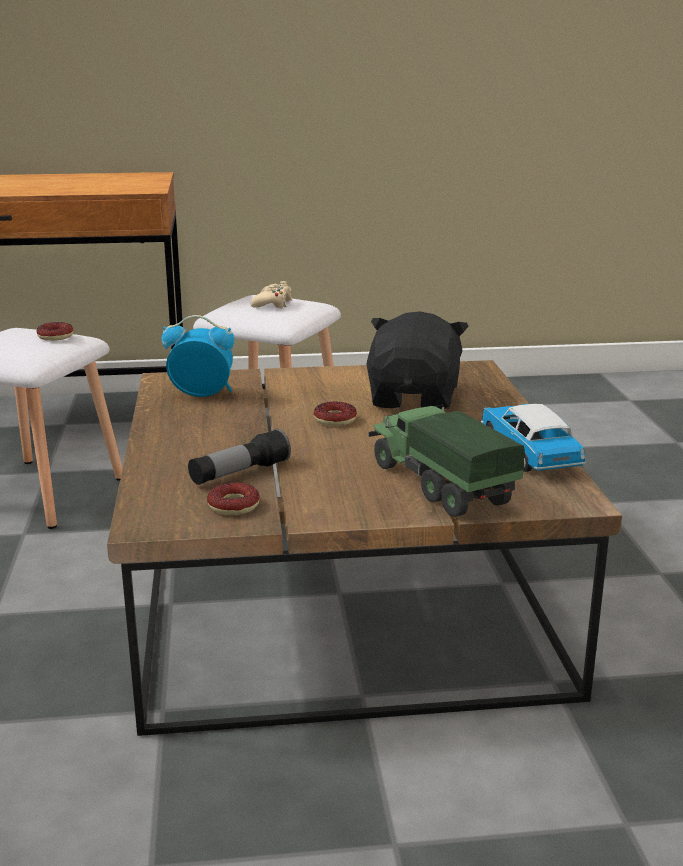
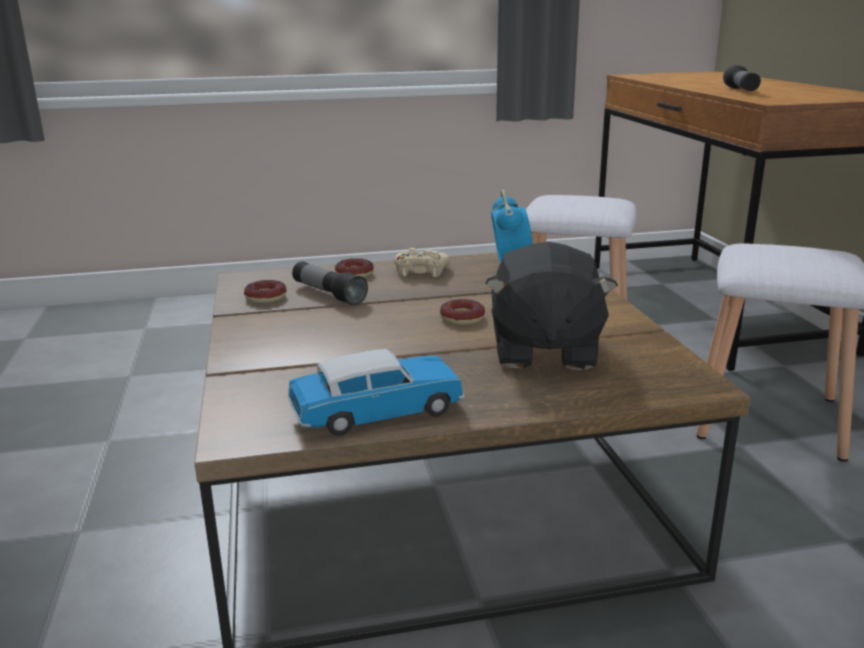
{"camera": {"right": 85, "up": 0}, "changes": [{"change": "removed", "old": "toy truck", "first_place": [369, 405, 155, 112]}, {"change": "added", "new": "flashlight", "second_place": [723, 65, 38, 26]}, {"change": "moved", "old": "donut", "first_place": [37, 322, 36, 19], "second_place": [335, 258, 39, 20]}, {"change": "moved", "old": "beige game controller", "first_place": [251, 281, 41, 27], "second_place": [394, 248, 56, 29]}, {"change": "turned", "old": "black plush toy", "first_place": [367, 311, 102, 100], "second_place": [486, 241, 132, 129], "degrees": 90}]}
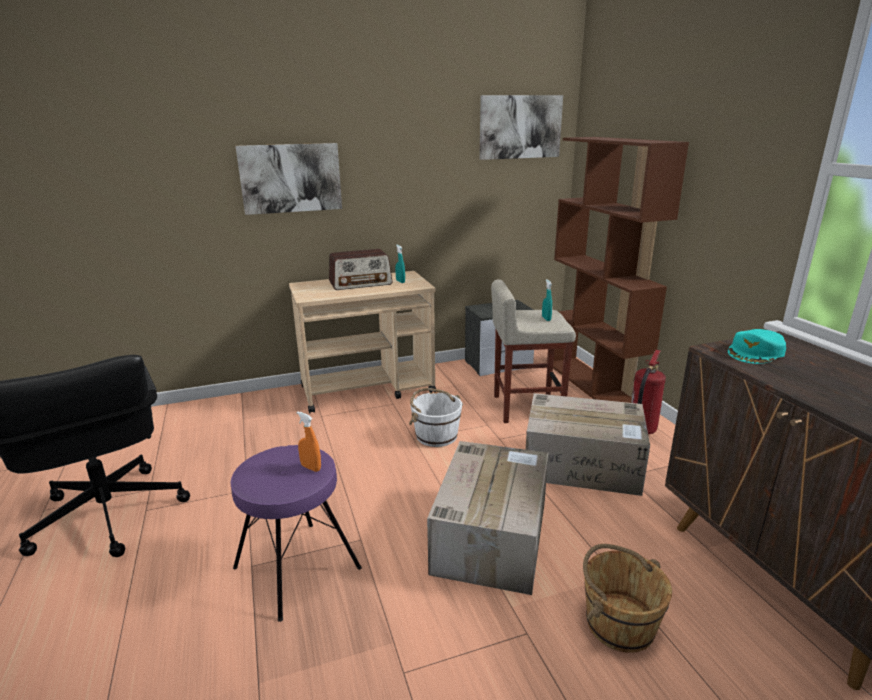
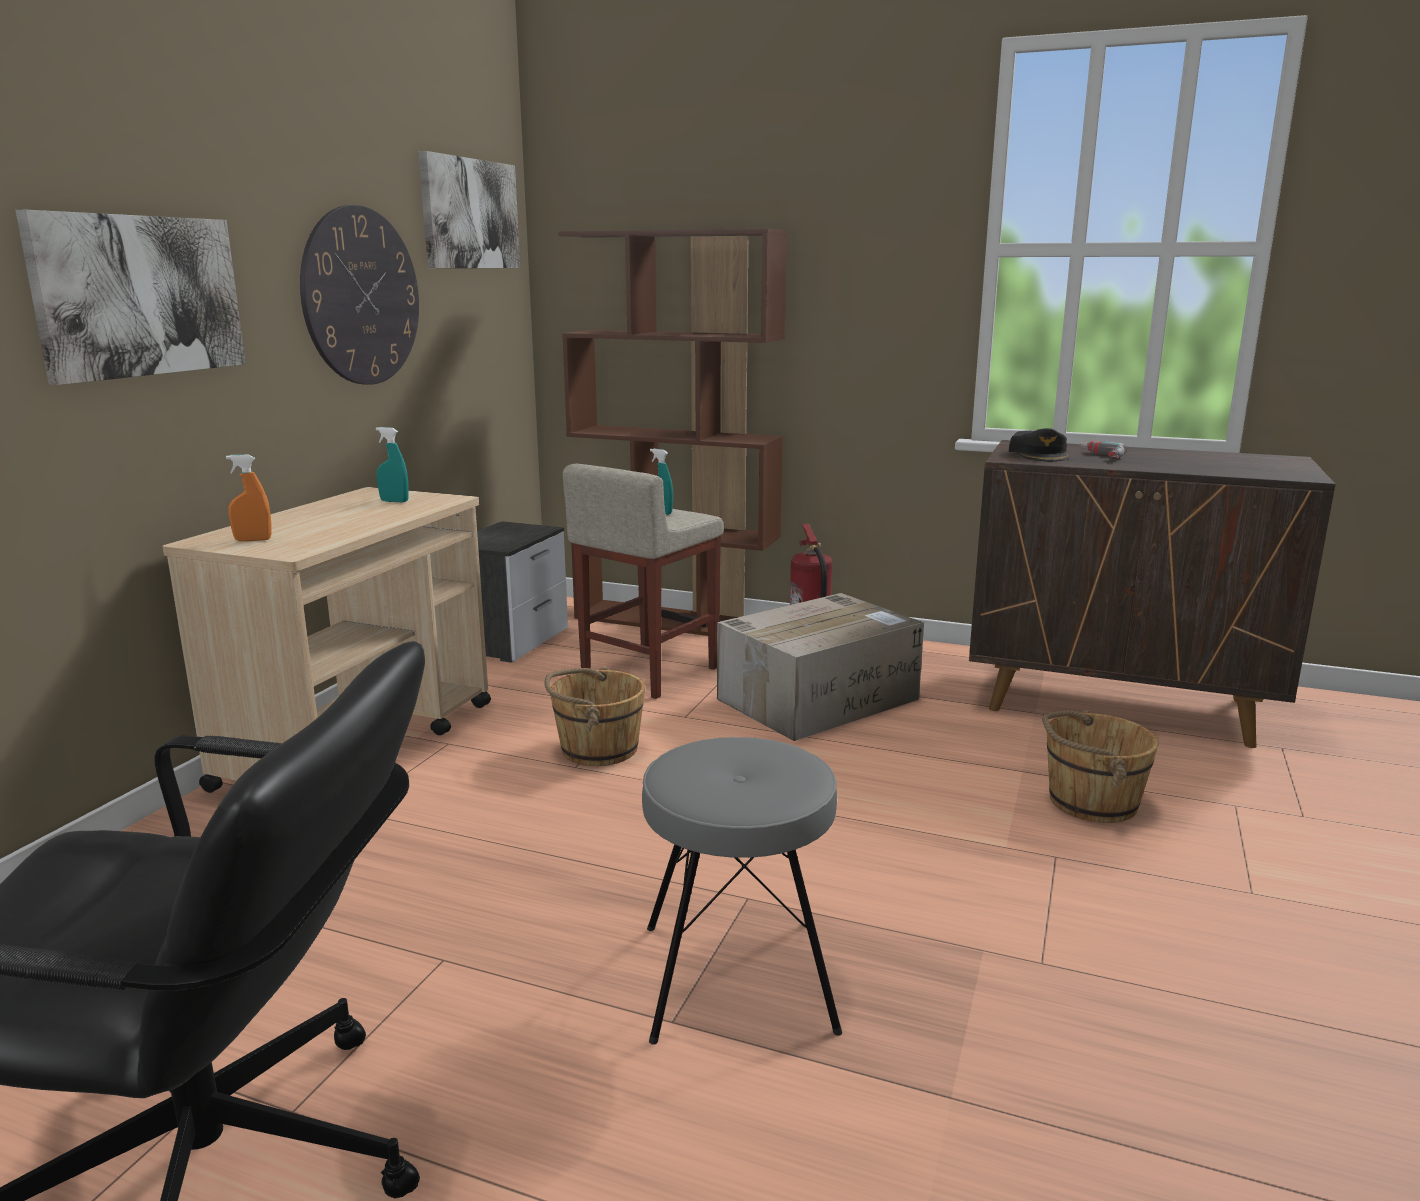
{"camera": {"right": -50, "up": -5}, "changes": [{"change": "removed", "old": "radio", "first_place": [329, 249, 64, 41]}, {"change": "removed", "old": "cardboard box", "first_place": [427, 441, 121, 154]}, {"change": "added", "new": "wall clock", "second_place": [300, 205, 119, 180]}, {"change": "added", "new": "power drill", "second_place": [1079, 440, 48, 19]}, {"change": "moved", "old": "orange spray bottle", "first_place": [297, 411, 24, 61], "second_place": [226, 455, 46, 86]}, {"change": "recoloured", "old": "purple stool", "new": "grey stool", "first_place": [230, 445, 132, 177], "second_place": [642, 737, 200, 308]}, {"change": "recoloured", "old": "white bucket", "new": "brown bucket", "first_place": [409, 388, 54, 59], "second_place": [544, 667, 101, 99]}, {"change": "recoloured", "old": "turquoise cap", "new": "black cap", "first_place": [728, 329, 58, 35], "second_place": [1009, 428, 60, 33]}]}
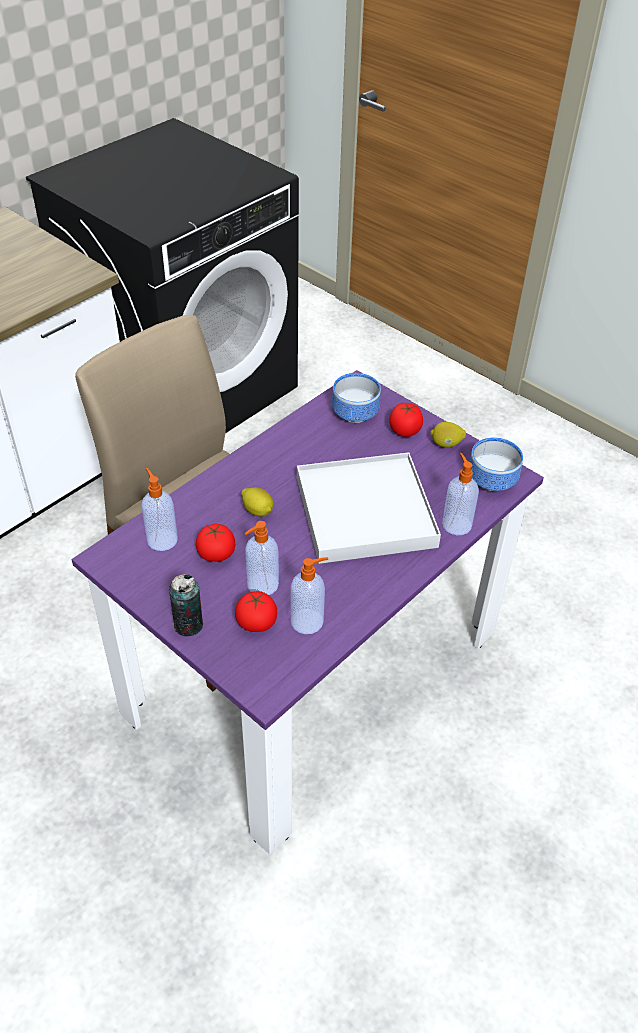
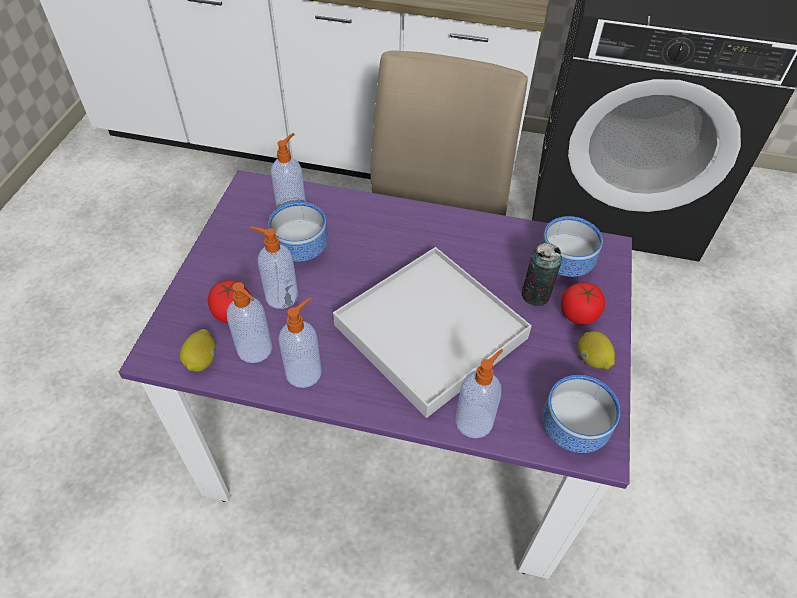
{"camera": {"right": 60, "up": 5}, "changes": [{"change": "added", "new": "soap dispenser", "second_place": [278, 298, 44, 90]}, {"change": "moved", "old": "can", "first_place": [169, 574, 34, 63], "second_place": [522, 243, 40, 63]}, {"change": "moved", "old": "lemon", "first_place": [241, 487, 32, 30], "second_place": [180, 329, 36, 43]}, {"change": "replaced", "old": "tomato", "new": "bowl", "first_place": [196, 524, 39, 38], "second_place": [268, 202, 60, 60]}]}
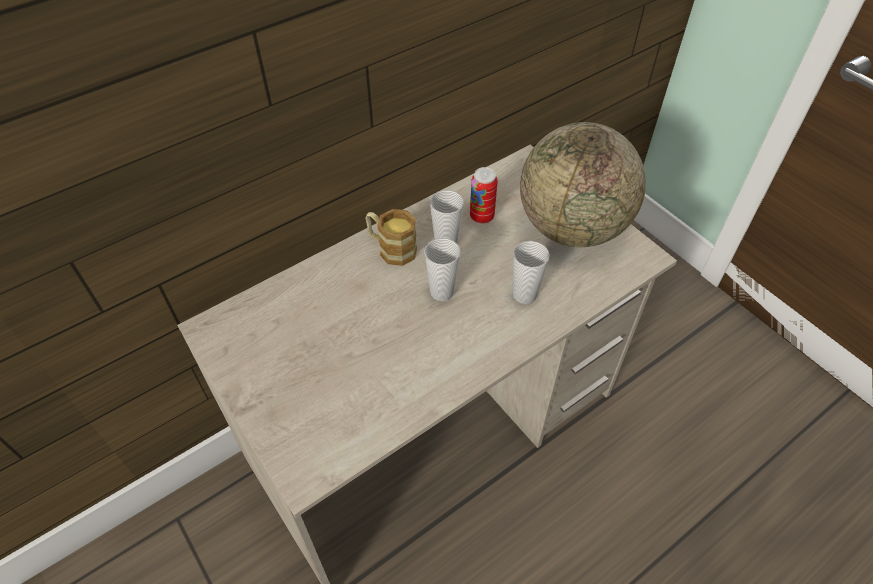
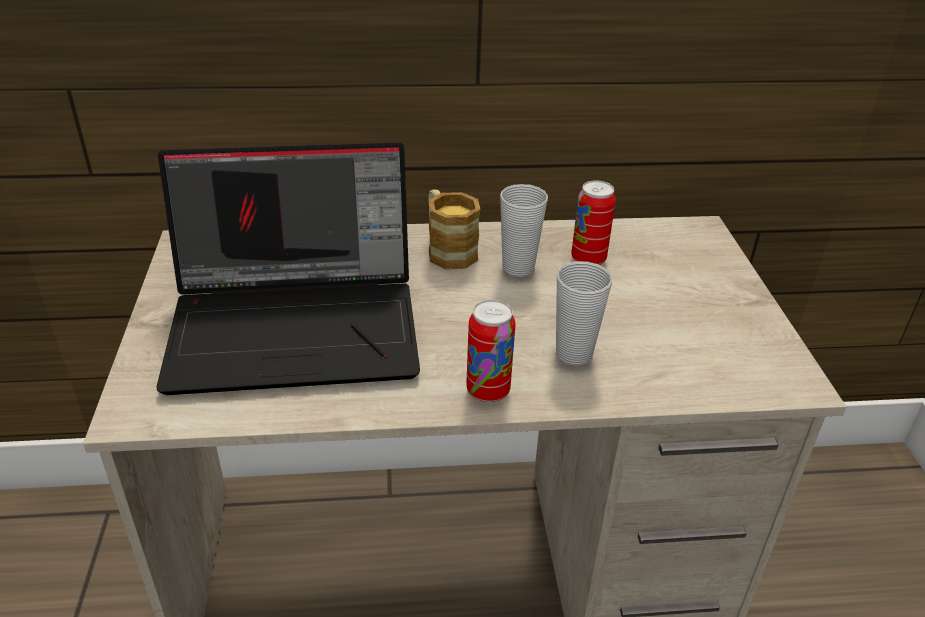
{"camera": {"right": 30, "up": -15}, "changes": [{"change": "removed", "old": "cup", "first_place": [424, 238, 37, 63]}, {"change": "removed", "old": "globe", "first_place": [520, 122, 126, 125]}, {"change": "added", "new": "laptop", "second_place": [157, 142, 263, 253]}, {"change": "added", "new": "can", "second_place": [466, 300, 50, 103]}]}
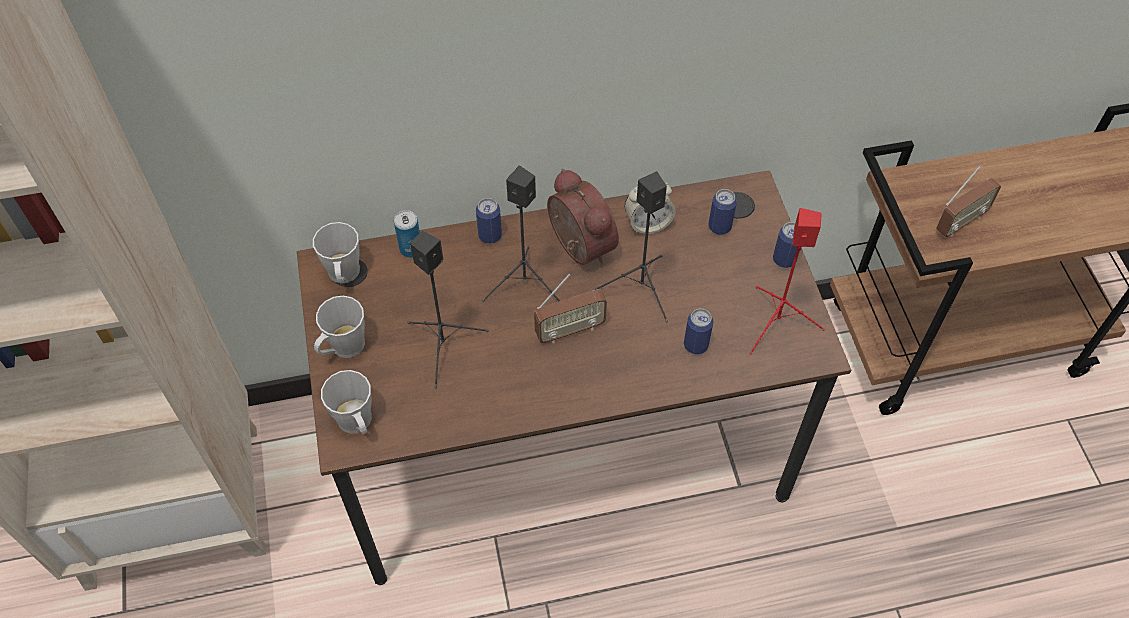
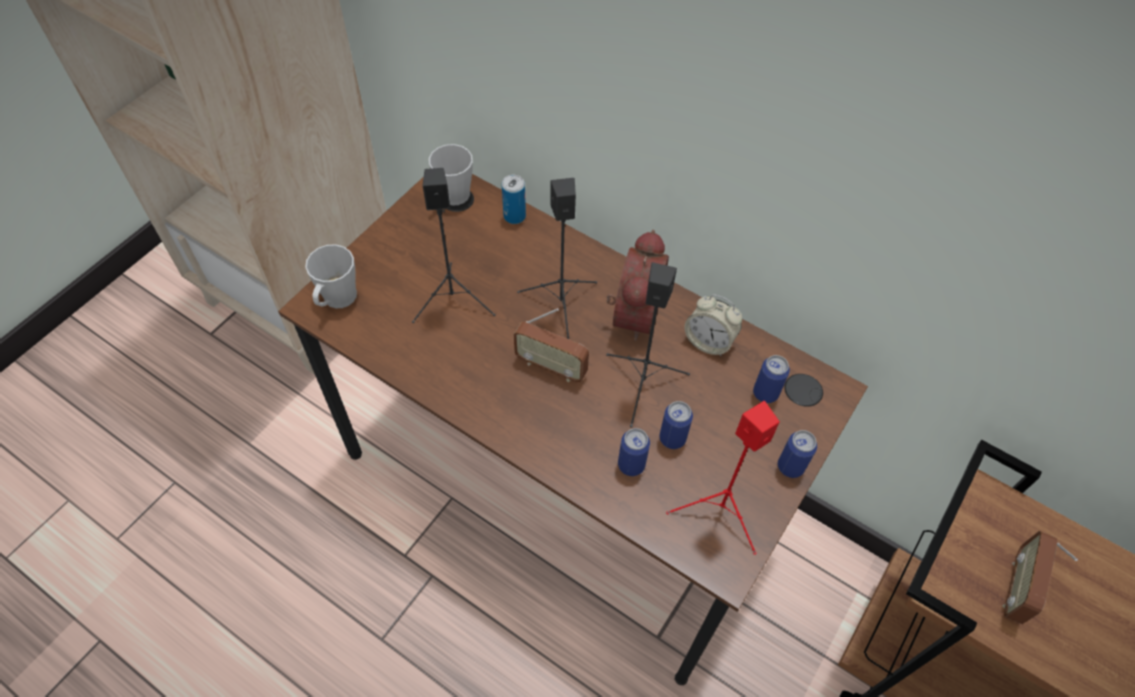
{"camera": {"right": 45, "up": 0}, "changes": [{"change": "removed", "old": "grey mug", "first_place": [314, 296, 51, 62]}, {"change": "moved", "old": "can", "first_place": [476, 198, 26, 46], "second_place": [659, 401, 34, 48]}, {"change": "turned", "old": "radio", "first_place": [936, 165, 65, 72], "second_place": [1002, 531, 76, 93], "degrees": 105}]}
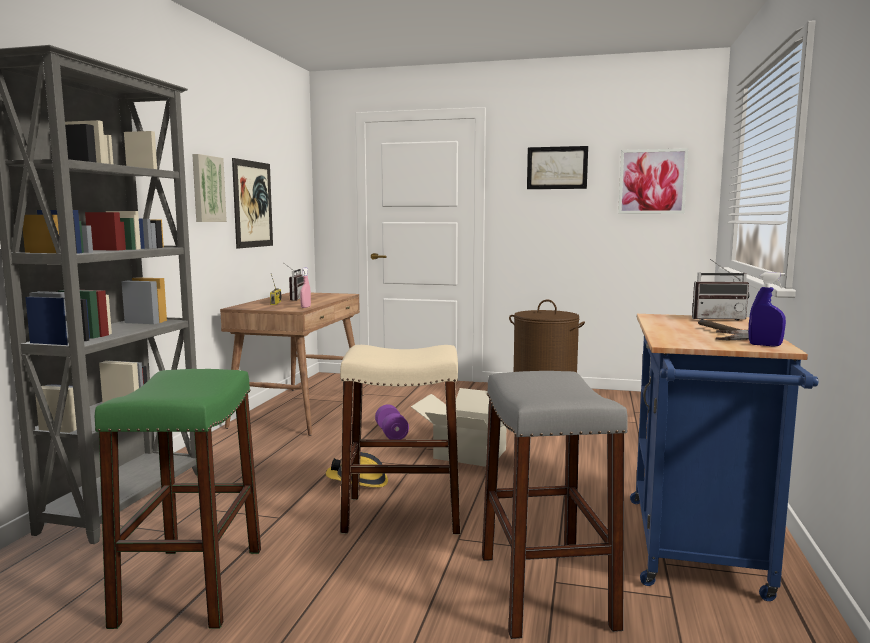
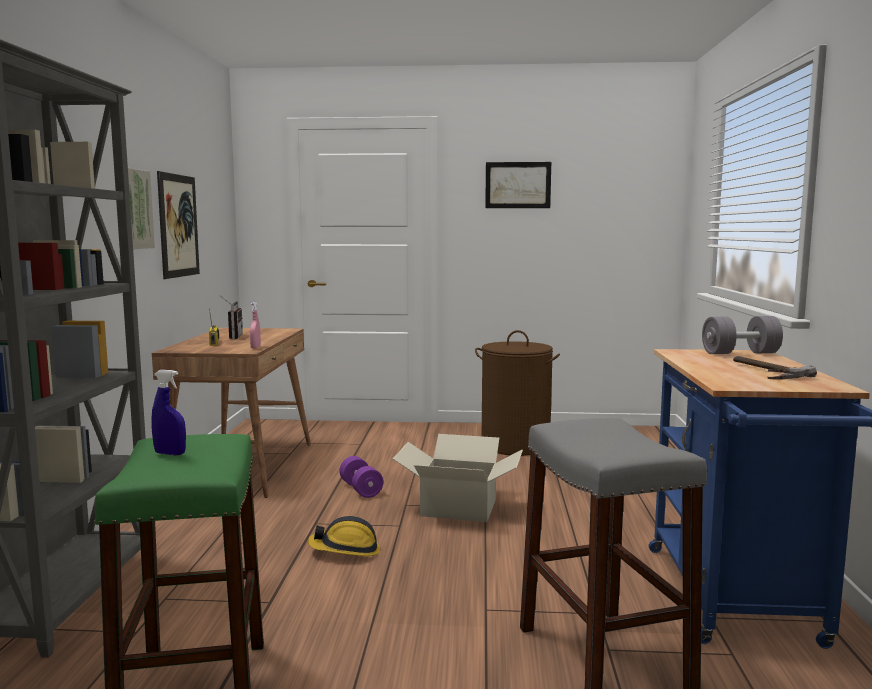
{"camera": {"right": -10, "up": 0}, "changes": [{"change": "removed", "old": "beige stool", "first_place": [340, 345, 121, 190]}, {"change": "removed", "old": "picture", "first_place": [618, 148, 70, 66]}, {"change": "moved", "old": "blue spray bottle", "first_place": [748, 272, 38, 75], "second_place": [151, 370, 35, 86]}, {"change": "replaced", "old": "radio", "new": "grey dumbbell", "first_place": [692, 259, 58, 62], "second_place": [702, 316, 81, 38]}]}
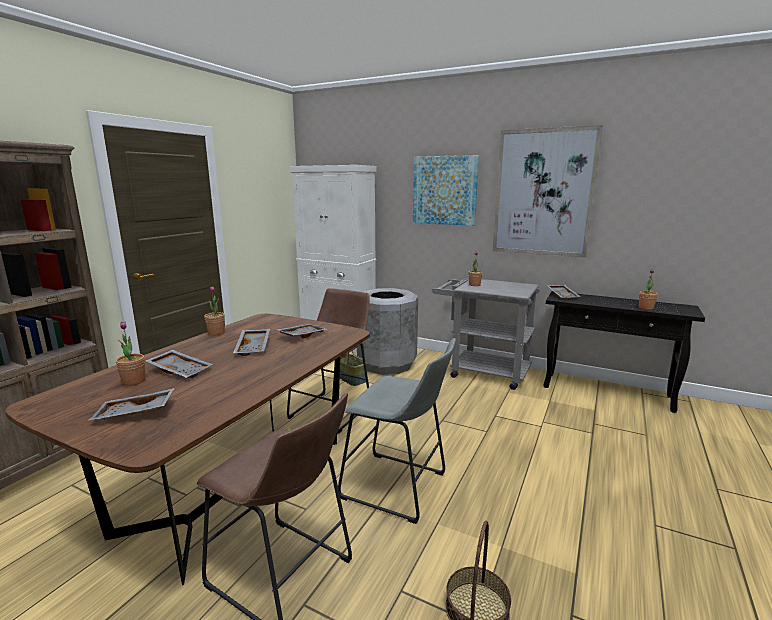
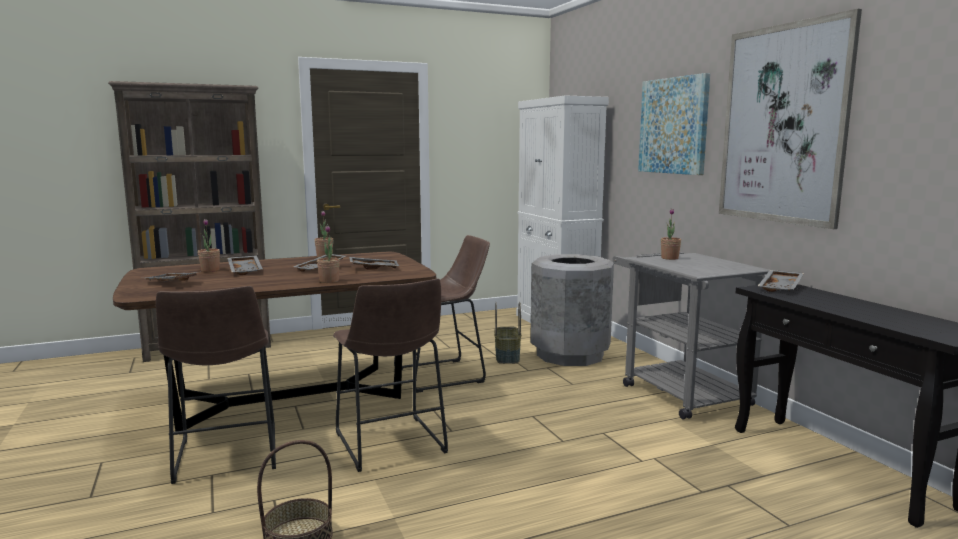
{"camera": {"right": 40, "up": -5}, "changes": [{"change": "moved", "old": "potted plant", "first_place": [639, 269, 19, 41], "second_place": [317, 226, 23, 57]}, {"change": "recoloured", "old": "grey stool", "new": "brown stool", "first_place": [338, 338, 118, 186], "second_place": [333, 279, 115, 193]}]}
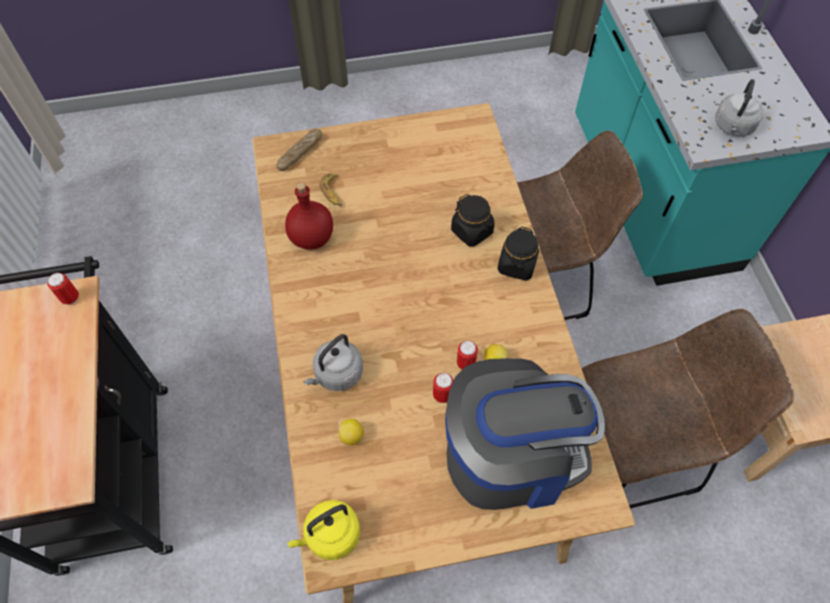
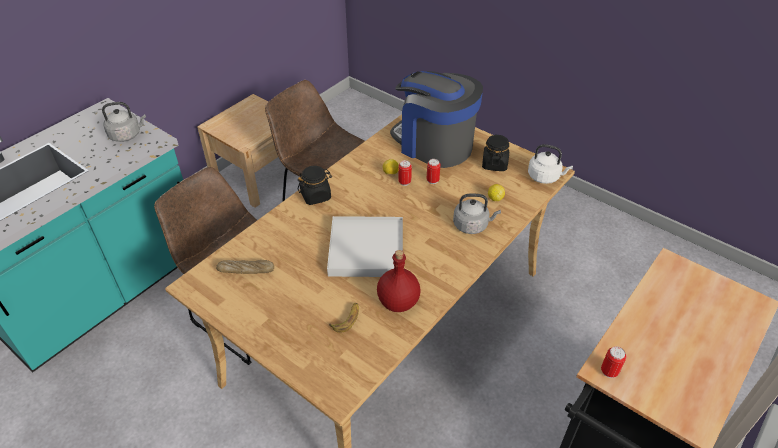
{"camera": {"right": -130, "up": -15}, "changes": [{"change": "added", "new": "white tray", "second_place": [327, 216, 76, 61]}, {"change": "moved", "old": "bread", "first_place": [277, 129, 45, 42], "second_place": [216, 260, 58, 14]}, {"change": "moved", "old": "black jar", "first_place": [451, 194, 43, 53], "second_place": [482, 135, 28, 36]}, {"change": "recoloured", "old": "yellow kettle", "new": "white kettle", "first_place": [287, 500, 73, 60], "second_place": [528, 144, 45, 40]}]}
